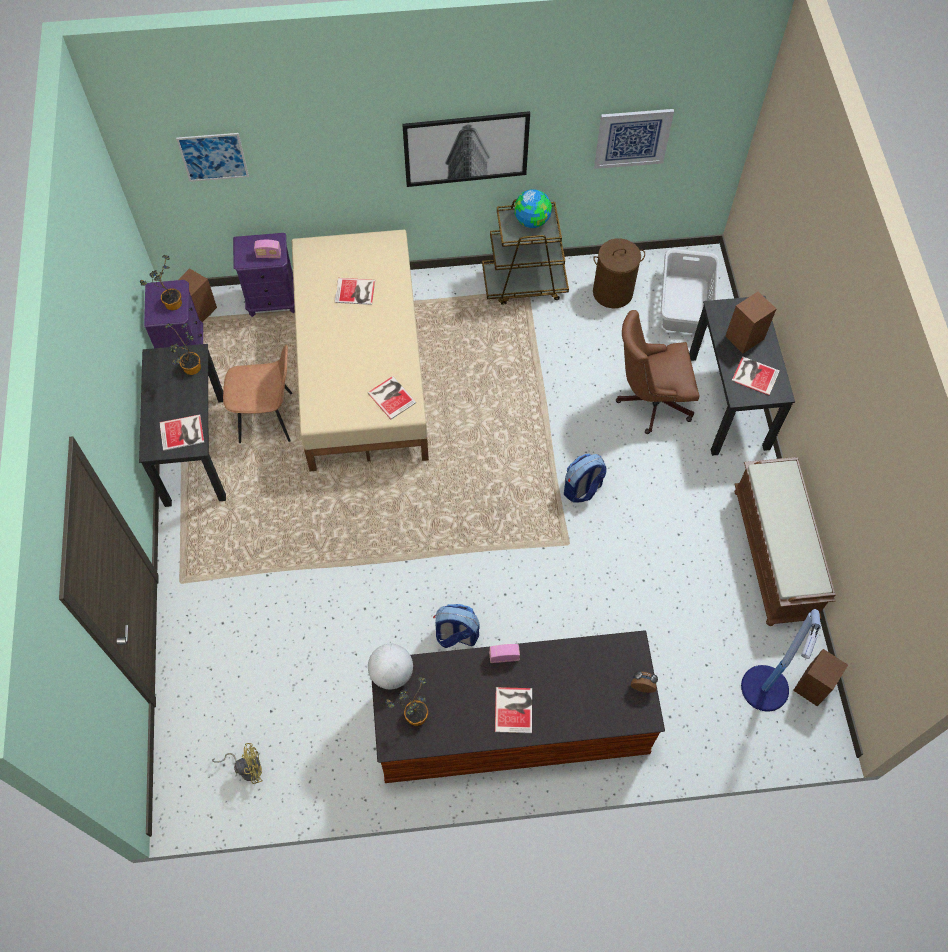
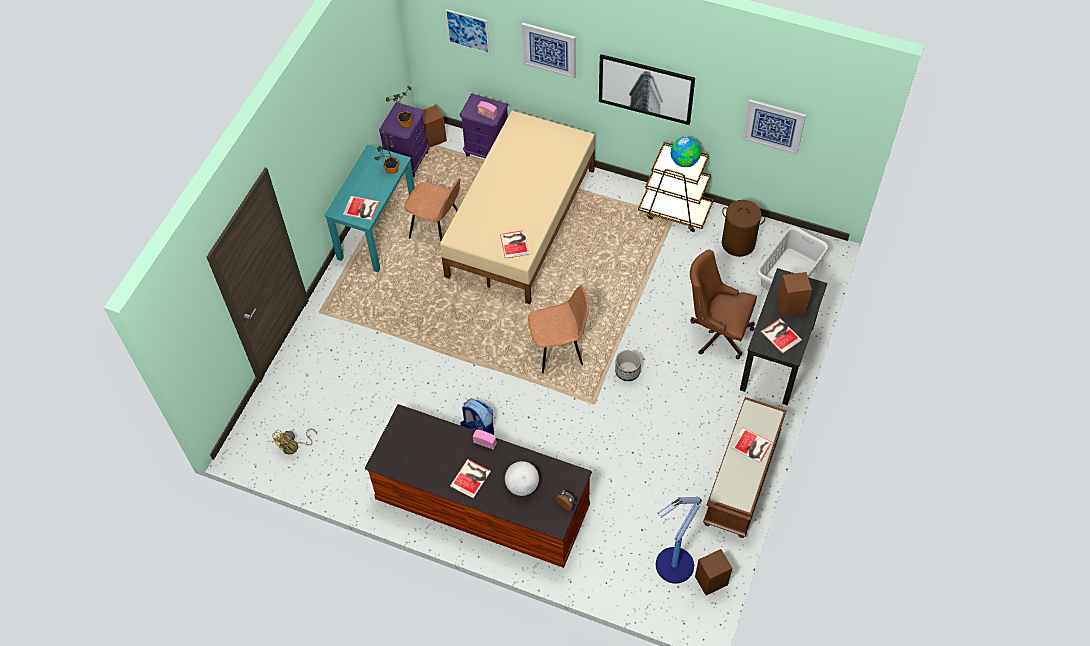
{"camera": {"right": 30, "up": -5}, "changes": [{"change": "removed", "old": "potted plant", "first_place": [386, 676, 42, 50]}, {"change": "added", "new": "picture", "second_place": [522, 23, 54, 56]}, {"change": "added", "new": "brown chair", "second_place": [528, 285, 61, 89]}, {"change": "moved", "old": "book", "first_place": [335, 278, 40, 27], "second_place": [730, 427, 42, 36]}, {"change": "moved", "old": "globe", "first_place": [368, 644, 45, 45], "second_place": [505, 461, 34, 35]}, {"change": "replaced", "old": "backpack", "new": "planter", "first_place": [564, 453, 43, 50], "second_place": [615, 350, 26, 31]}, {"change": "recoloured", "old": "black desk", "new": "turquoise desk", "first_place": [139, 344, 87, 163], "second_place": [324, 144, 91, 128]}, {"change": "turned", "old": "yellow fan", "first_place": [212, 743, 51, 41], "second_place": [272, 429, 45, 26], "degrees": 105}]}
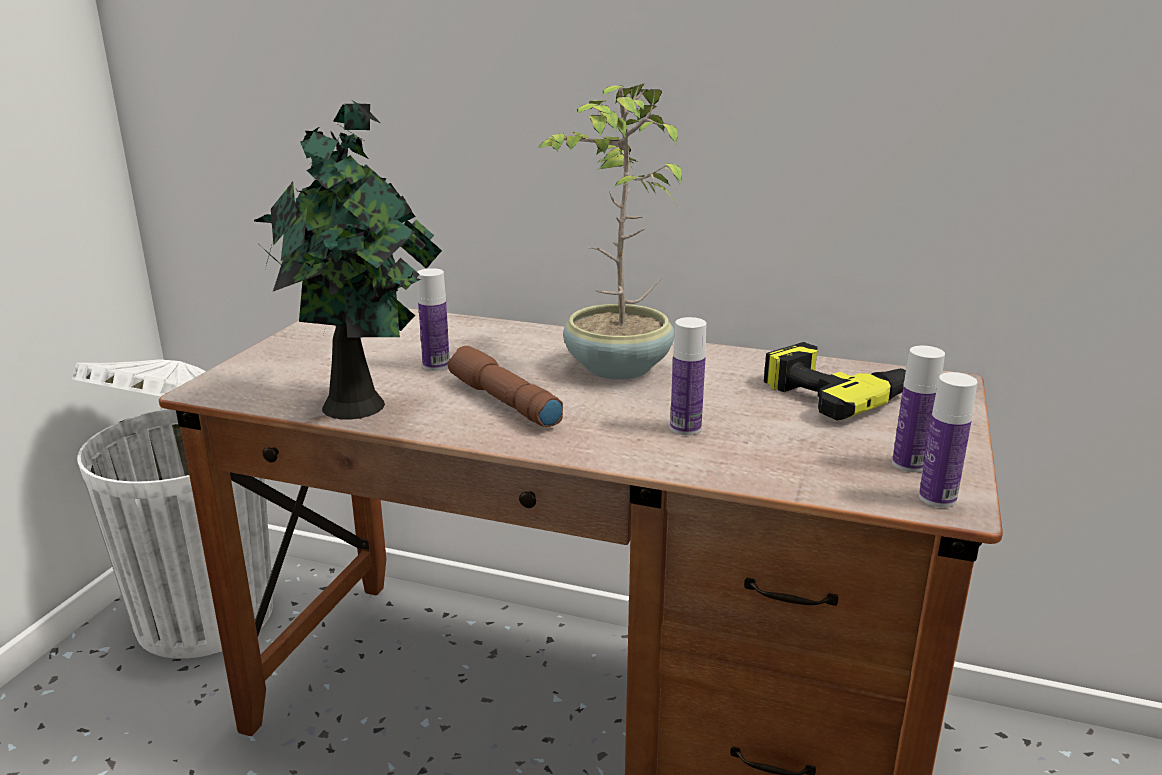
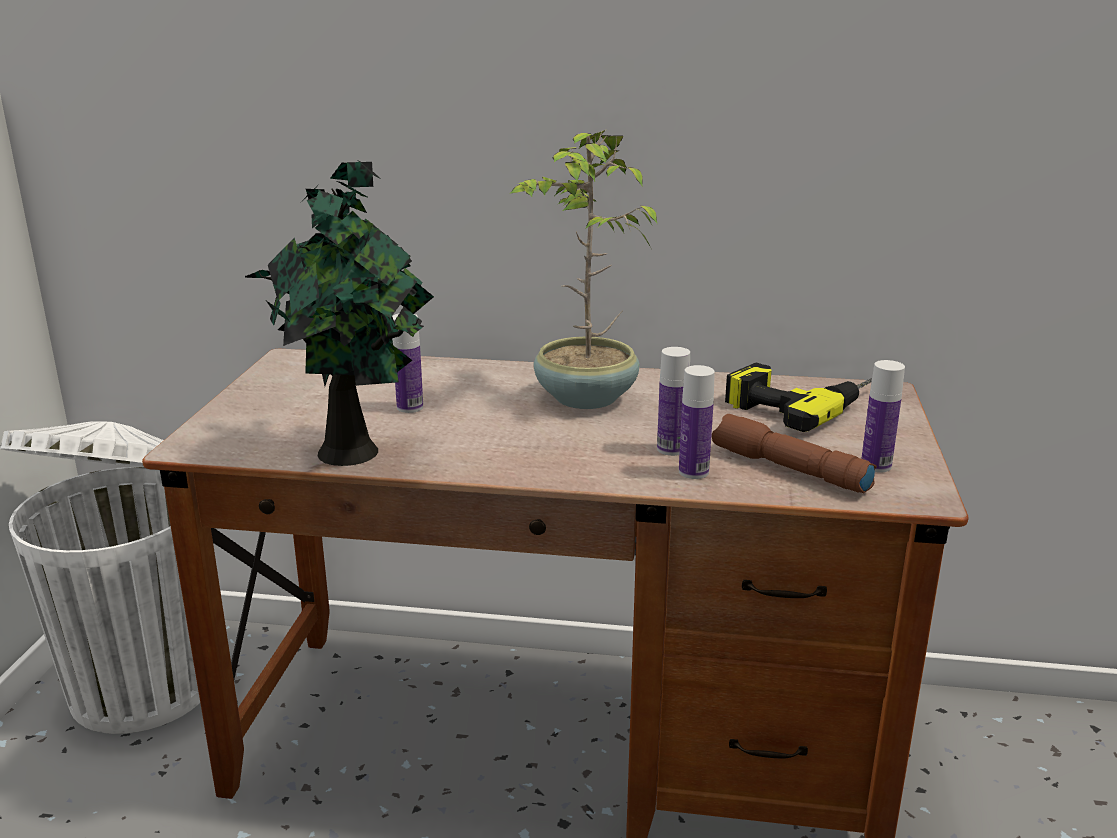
{"camera": {"right": -10, "up": 0}, "changes": [{"change": "moved", "old": "brown flashlight", "first_place": [448, 346, 115, 81], "second_place": [712, 414, 165, 79]}, {"change": "moved", "old": "bottle", "first_place": [919, 372, 58, 136], "second_place": [679, 365, 36, 114]}]}
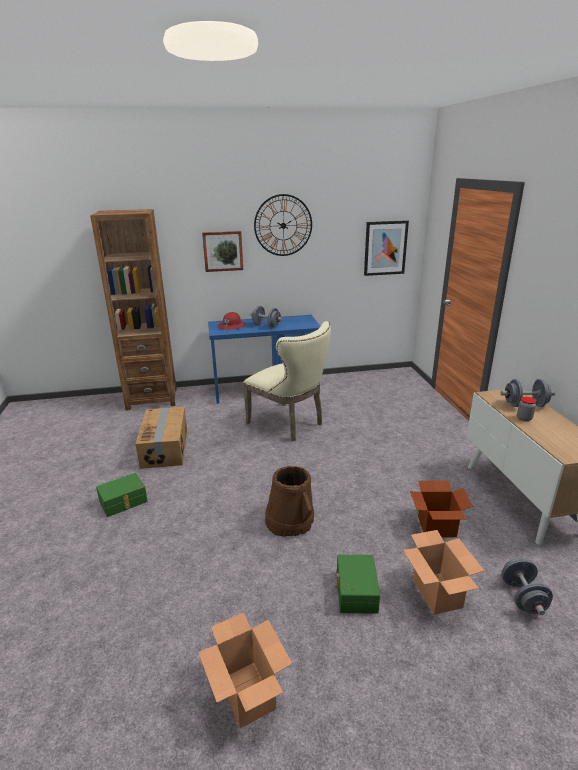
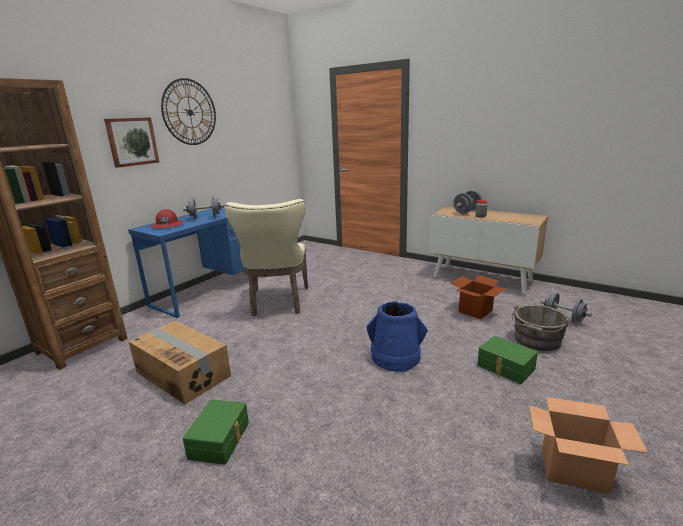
{"camera": {"right": -45, "up": -5}, "changes": [{"change": "removed", "old": "picture", "first_place": [364, 220, 45, 56]}, {"change": "replaced", "old": "cardboard box", "new": "grey bucket", "first_place": [403, 530, 81, 85], "second_place": [512, 304, 58, 47]}, {"change": "recoloured", "old": "brown bucket", "new": "blue bucket", "first_place": [265, 466, 49, 71], "second_place": [367, 301, 61, 71]}, {"change": "turned", "old": "beige chair", "first_place": [243, 321, 88, 120], "second_place": [224, 199, 84, 117], "degrees": 90}]}
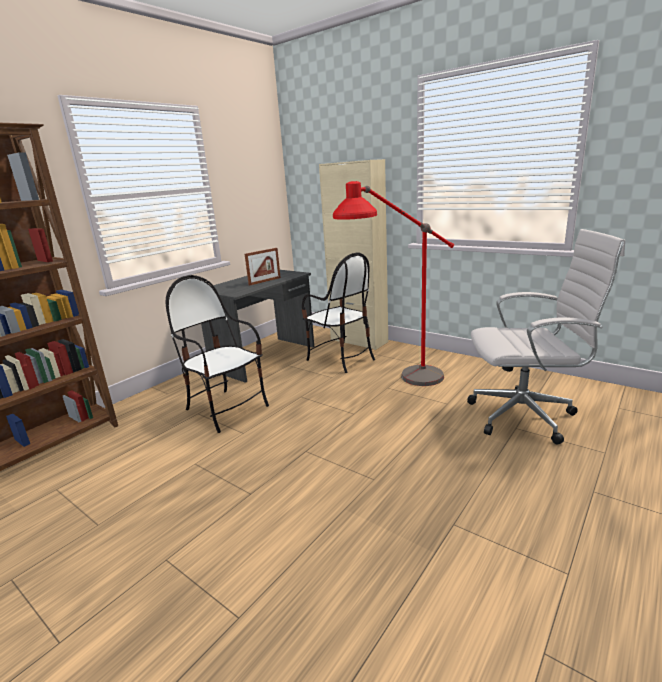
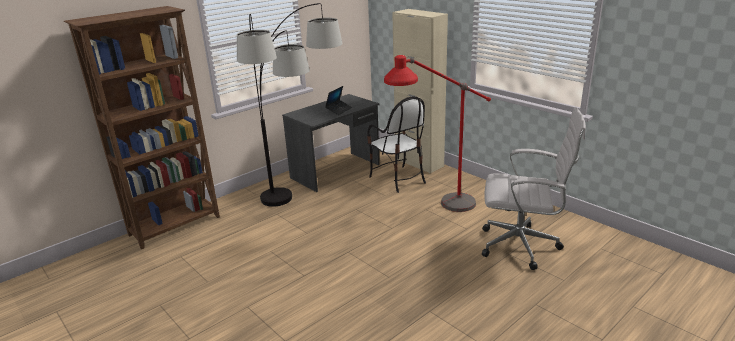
{"camera": {"right": 10, "up": 5}, "changes": [{"change": "replaced", "old": "chair", "new": "floor lamp", "first_place": [165, 275, 104, 158], "second_place": [237, 3, 105, 204]}, {"change": "replaced", "old": "picture frame", "new": "laptop", "first_place": [245, 248, 36, 38], "second_place": [325, 86, 27, 29]}]}
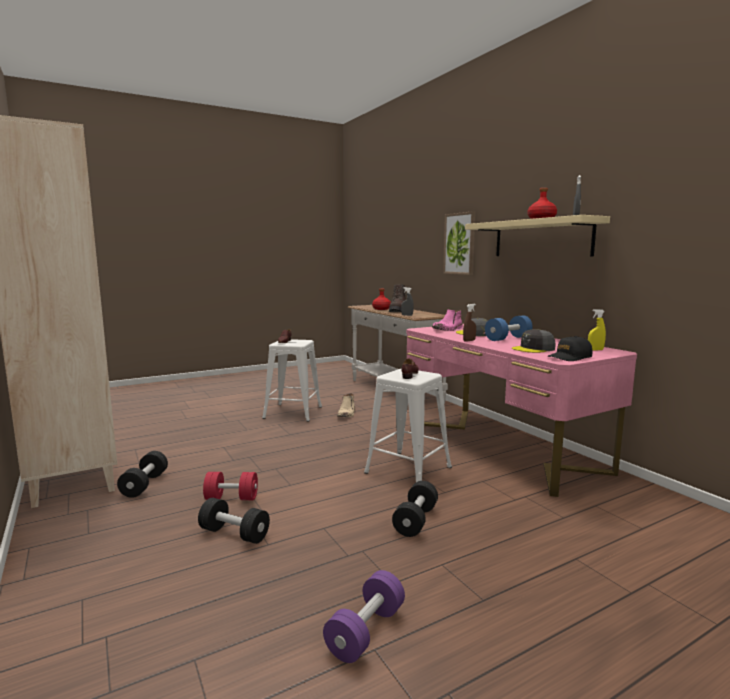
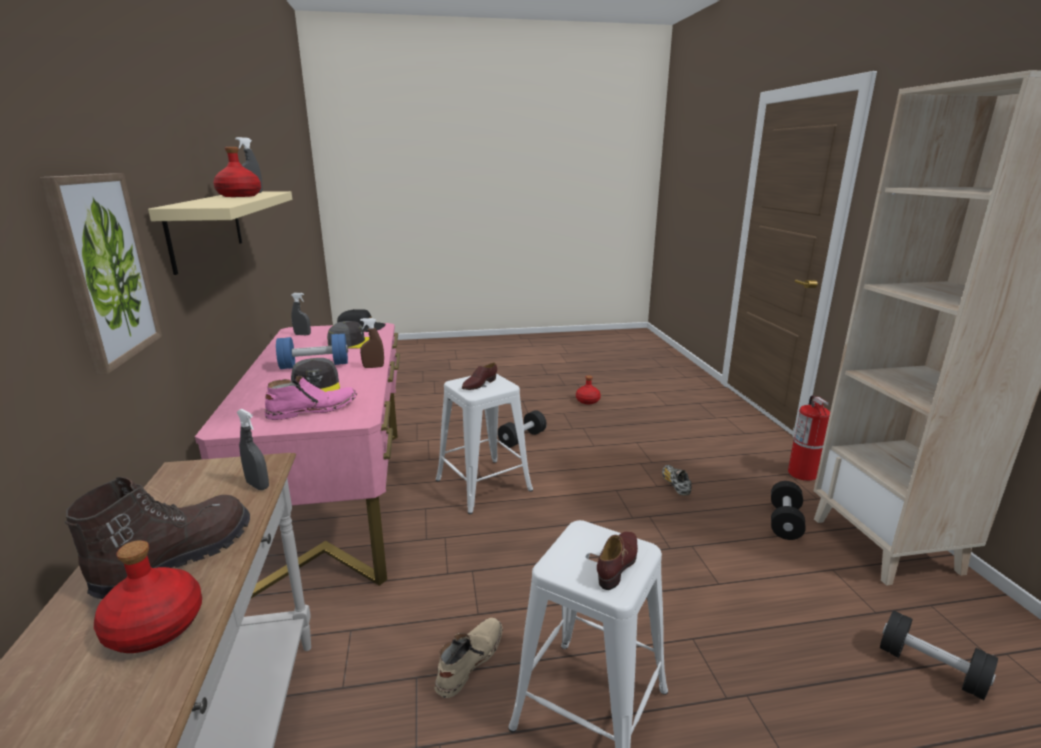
{"camera": {"right": -160, "up": 10}, "changes": [{"change": "added", "new": "fire extinguisher", "second_place": [788, 395, 42, 86]}, {"change": "moved", "old": "black dumbbell", "first_place": [198, 498, 72, 46], "second_place": [880, 610, 118, 90]}, {"change": "replaced", "old": "red dumbbell", "new": "shoe", "first_place": [203, 472, 55, 28], "second_place": [662, 465, 30, 31]}, {"change": "replaced", "old": "purple dumbbell", "new": "red bottle", "first_place": [323, 570, 82, 93], "second_place": [576, 375, 25, 29]}, {"change": "recoloured", "old": "yellow spray bottle", "new": "grey spray bottle", "first_place": [588, 309, 18, 42], "second_place": [291, 293, 20, 42]}]}
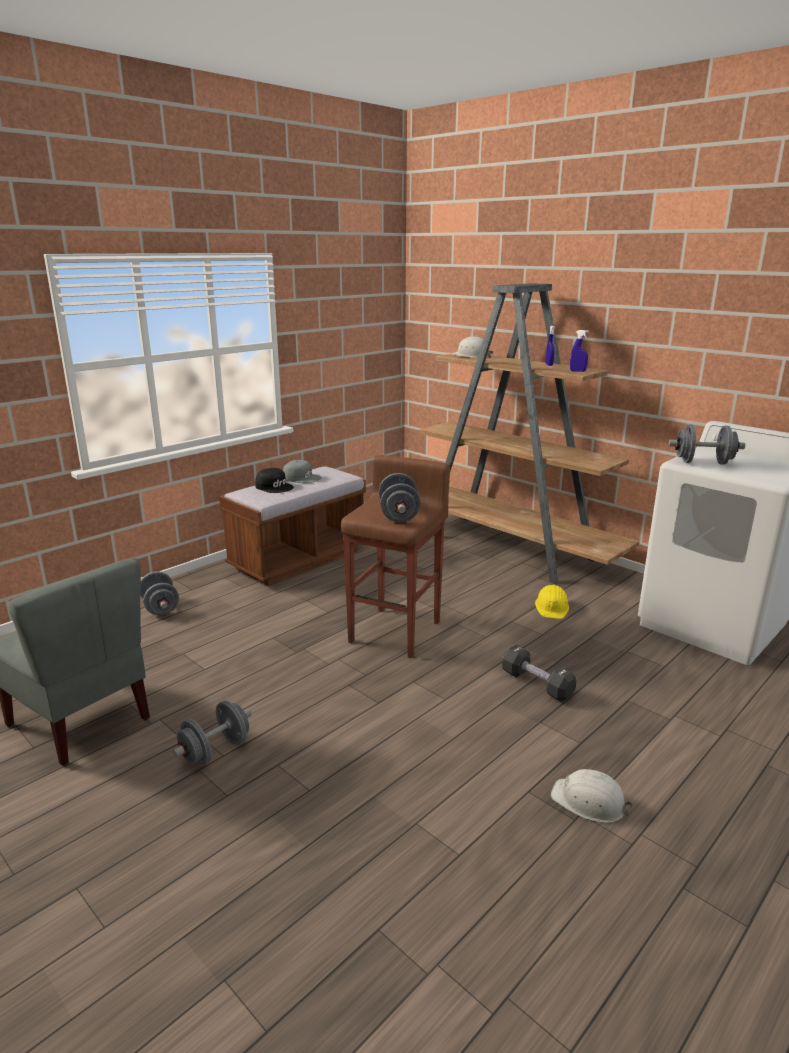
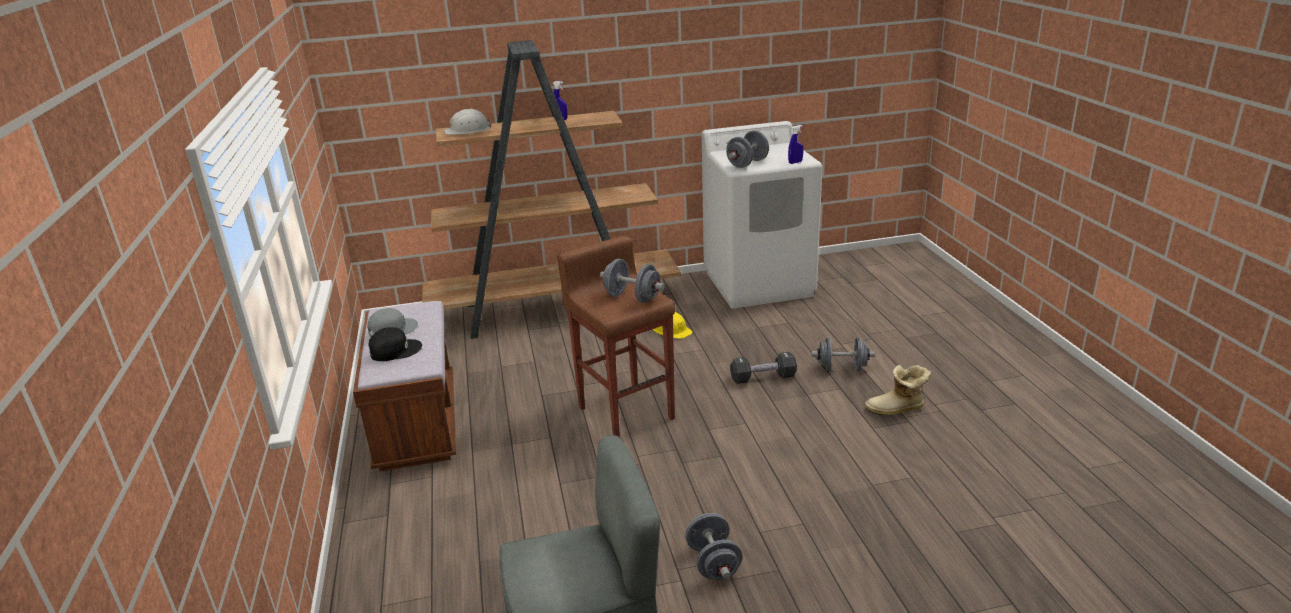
{"camera": {"right": -55, "up": 5}, "changes": [{"change": "moved", "old": "grey dumbbell", "first_place": [140, 571, 39, 44], "second_place": [811, 337, 64, 34]}, {"change": "moved", "old": "blue spray bottle", "first_place": [570, 330, 19, 42], "second_place": [788, 125, 15, 39]}, {"change": "replaced", "old": "white hard hat", "new": "boot", "first_place": [551, 769, 81, 54], "second_place": [865, 365, 66, 50]}]}
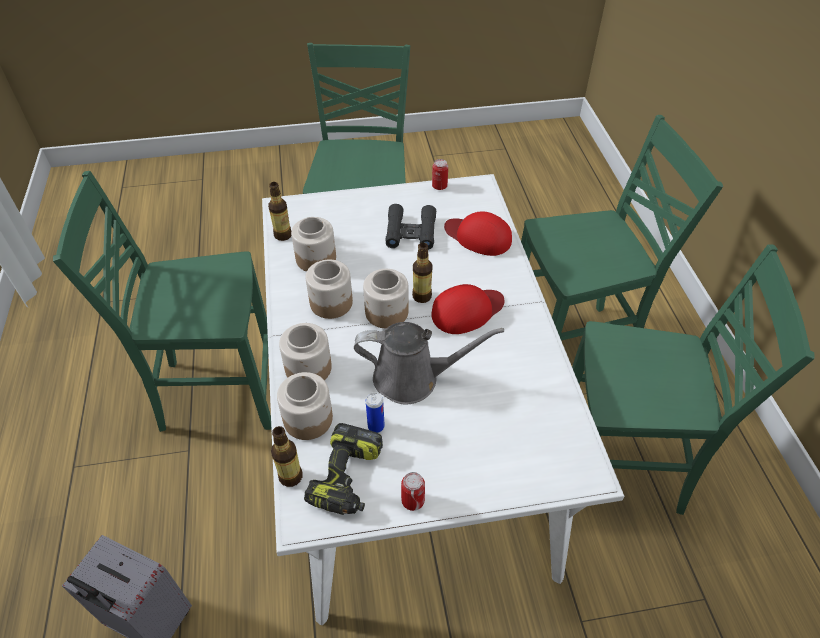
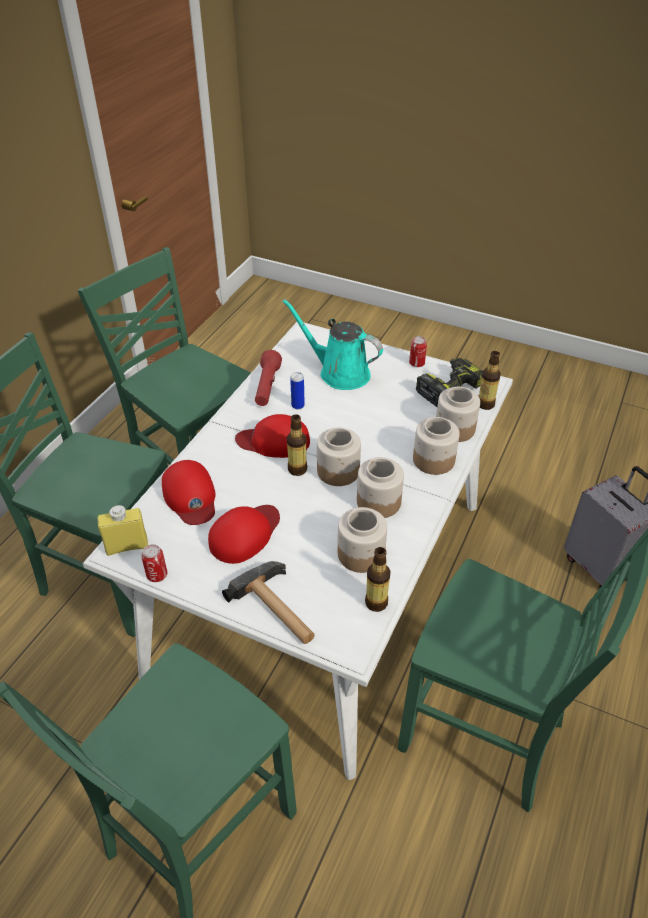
{"camera": {"right": -145, "up": -5}, "changes": [{"change": "removed", "old": "grey watering can", "first_place": [354, 322, 150, 83]}, {"change": "added", "new": "yellow bottle", "second_place": [98, 505, 50, 51]}, {"change": "added", "new": "hammer", "second_place": [222, 561, 93, 83]}, {"change": "added", "new": "red flashlight", "second_place": [255, 350, 27, 56]}, {"change": "added", "new": "turquoise watering can", "second_place": [282, 299, 101, 91]}, {"change": "moved", "old": "can", "first_place": [366, 393, 19, 40], "second_place": [290, 372, 15, 38]}, {"change": "replaced", "old": "black binoculars", "new": "red cap", "first_place": [385, 204, 51, 46], "second_place": [208, 505, 72, 59]}]}
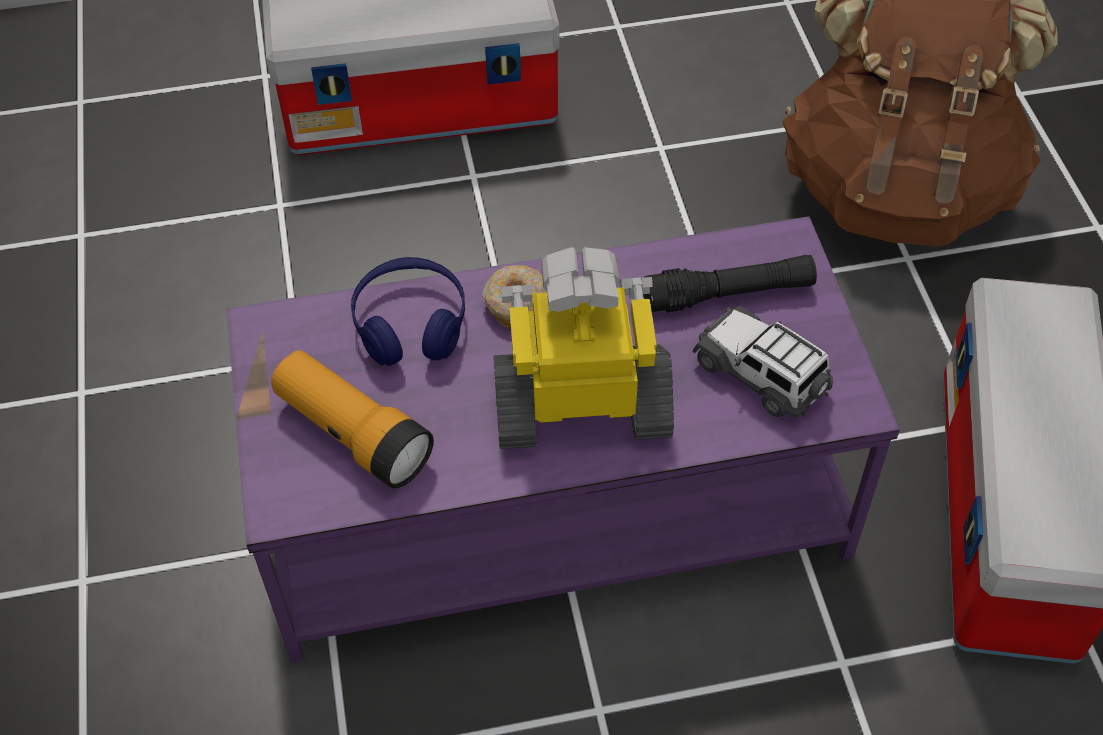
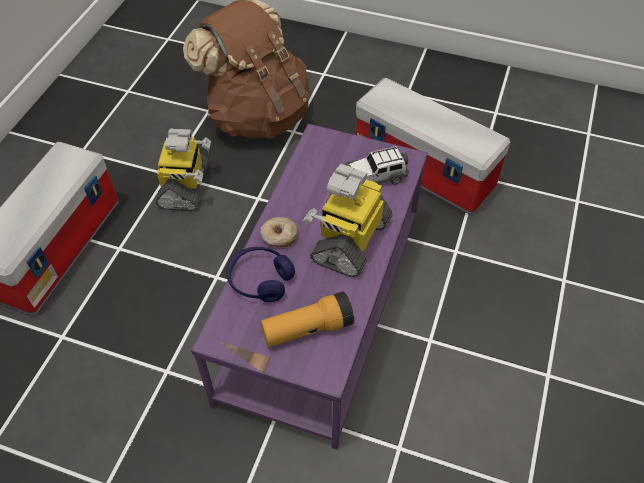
{"camera": {"right": -60, "up": 0}, "changes": [{"change": "removed", "old": "black flashlight", "first_place": [643, 255, 174, 58]}, {"change": "added", "new": "toy robot", "second_place": [156, 128, 55, 83]}]}
